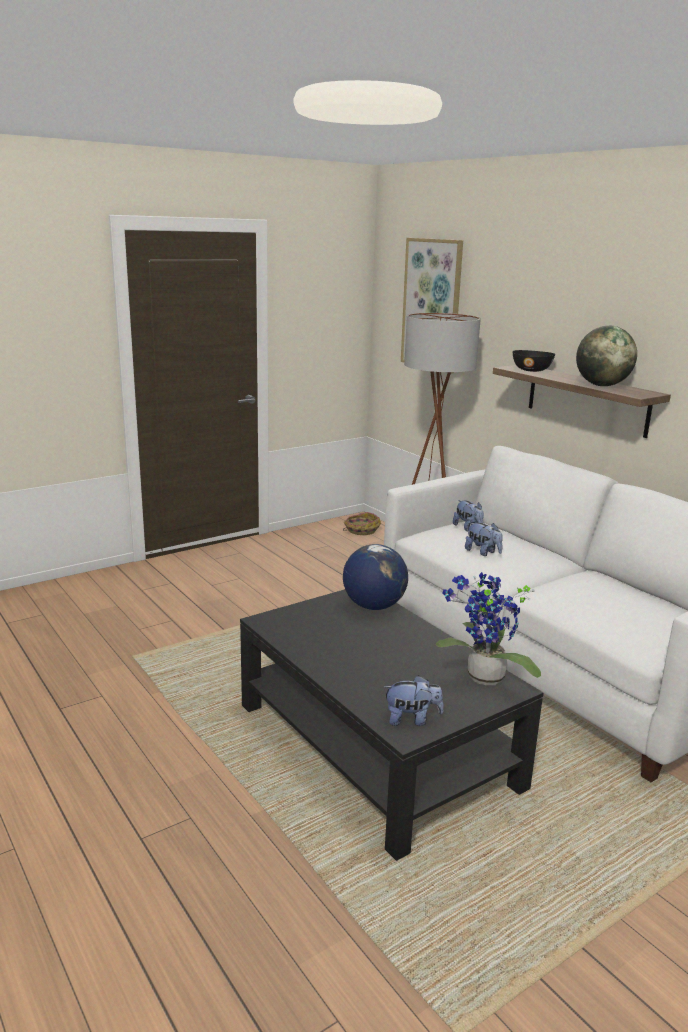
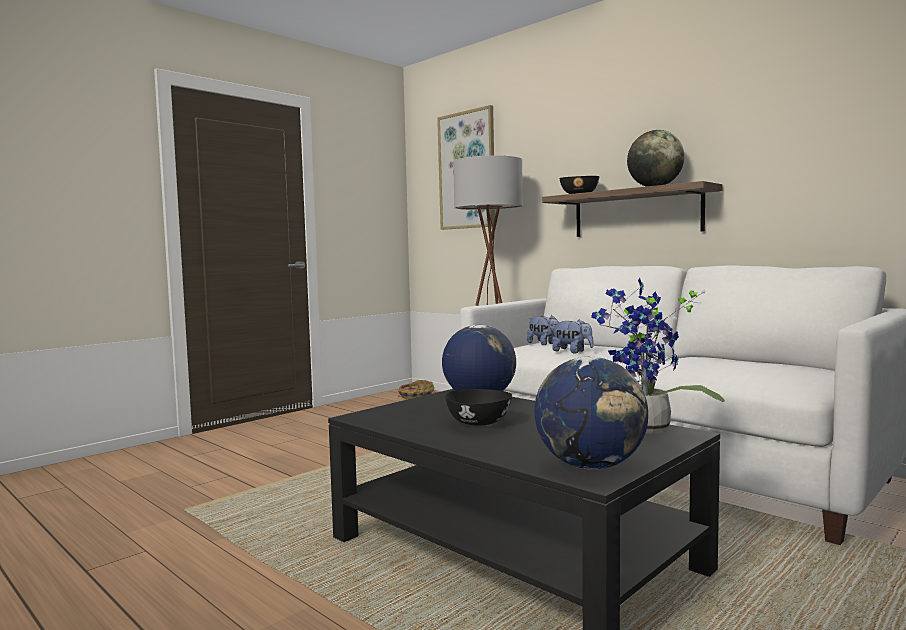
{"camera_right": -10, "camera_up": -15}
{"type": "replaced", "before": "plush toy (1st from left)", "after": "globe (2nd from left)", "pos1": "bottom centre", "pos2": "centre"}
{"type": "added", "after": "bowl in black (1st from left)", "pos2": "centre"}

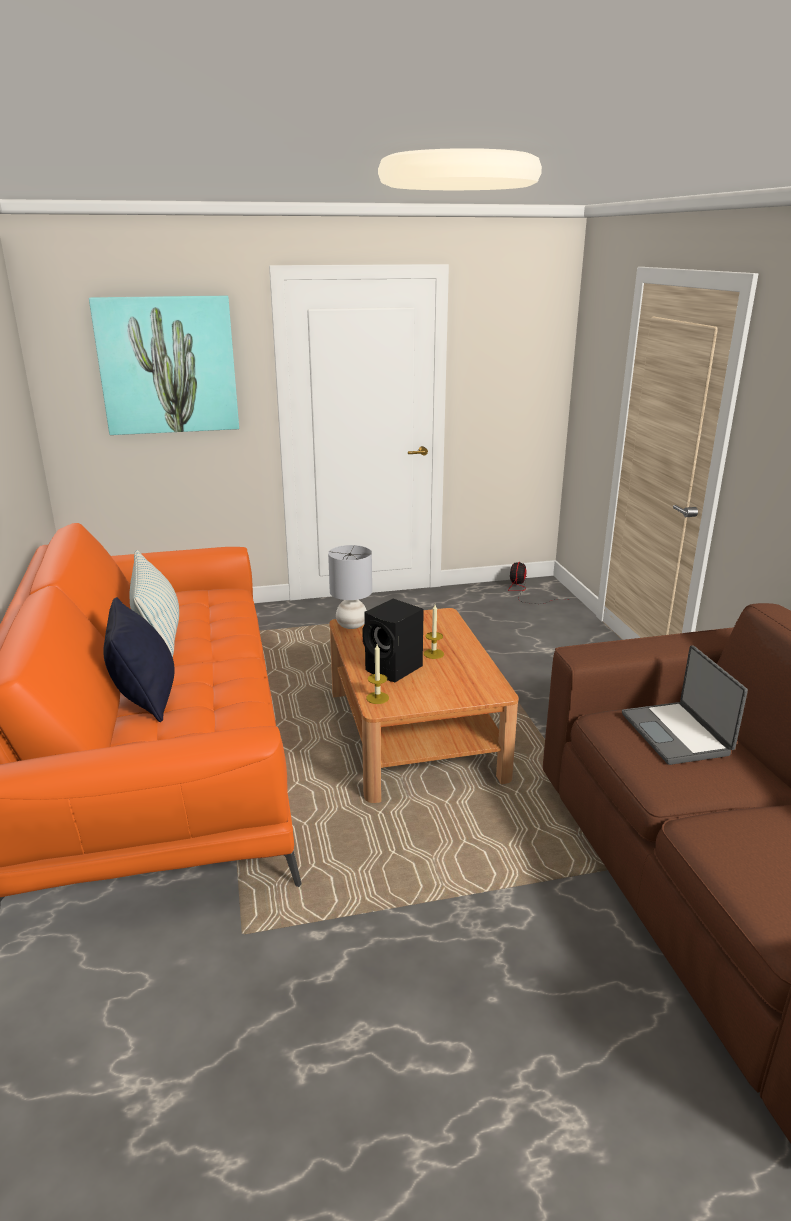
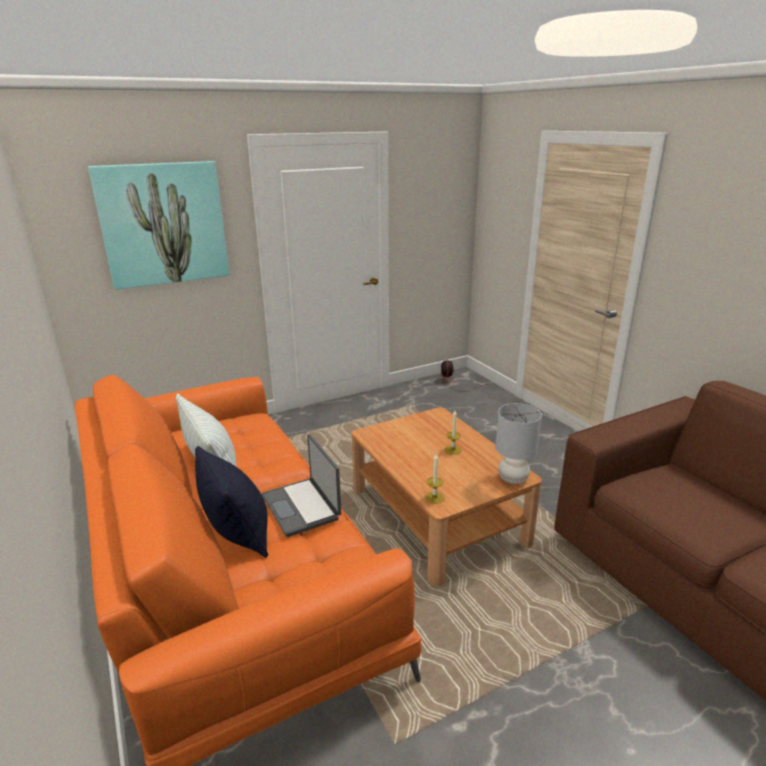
{"camera_right": -15, "camera_up": 0}
{"type": "moved", "before": "table lamp in grey", "pos1": "centre", "pos2": "middle right"}
{"type": "removed", "before": "speaker in black", "pos1": "centre"}
{"type": "moved", "before": "laptop", "pos1": "middle right", "pos2": "centre"}

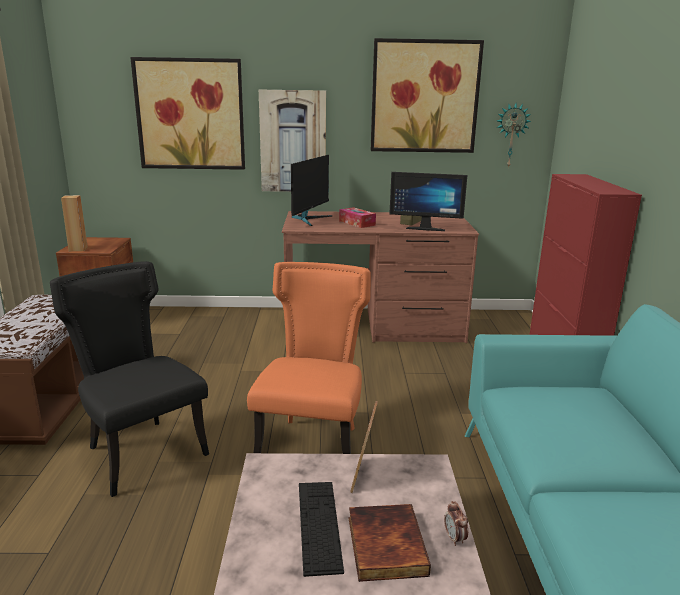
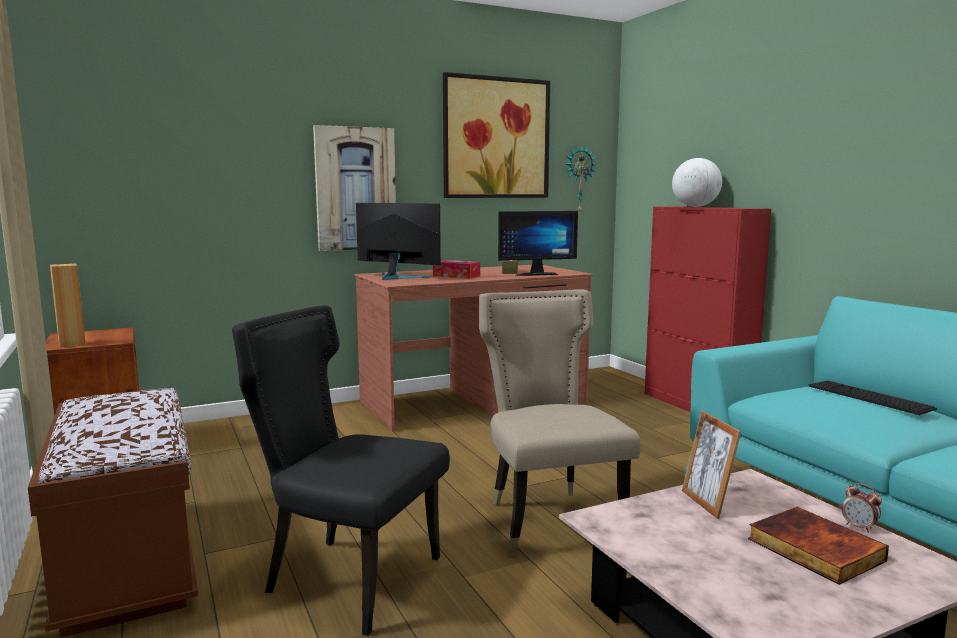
{"camera_right": -25, "camera_up": -10}
{"type": "removed", "before": "picture (1st from left)", "pos1": "top left"}
{"type": "recoloured", "before": "chair in orange", "after": "chair in beige", "pos1": "centre", "pos2": "centre"}
{"type": "turned", "before": "monitor (1st from left)", "pos1": "top centre", "pos2": "centre", "turn": -60}
{"type": "moved", "before": "keyboard", "pos1": "bottom centre", "pos2": "middle right"}
{"type": "added", "after": "globe", "pos2": "top right"}

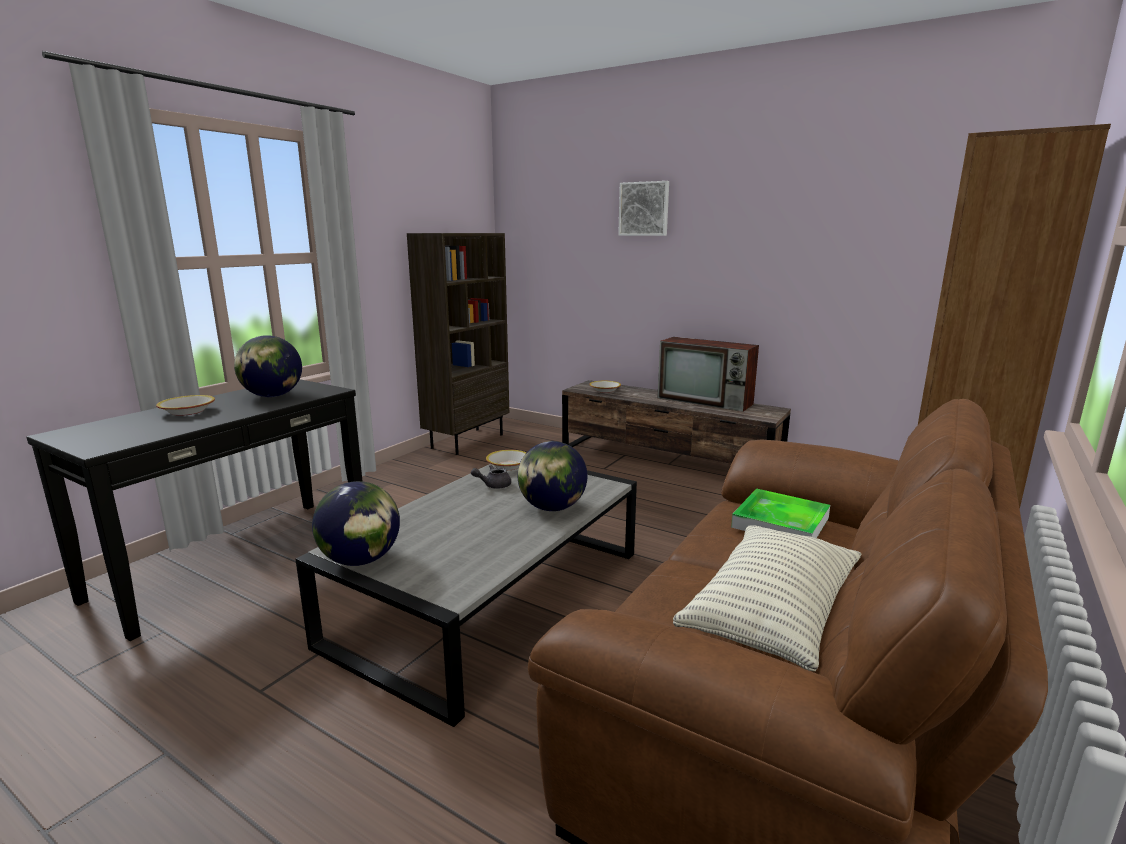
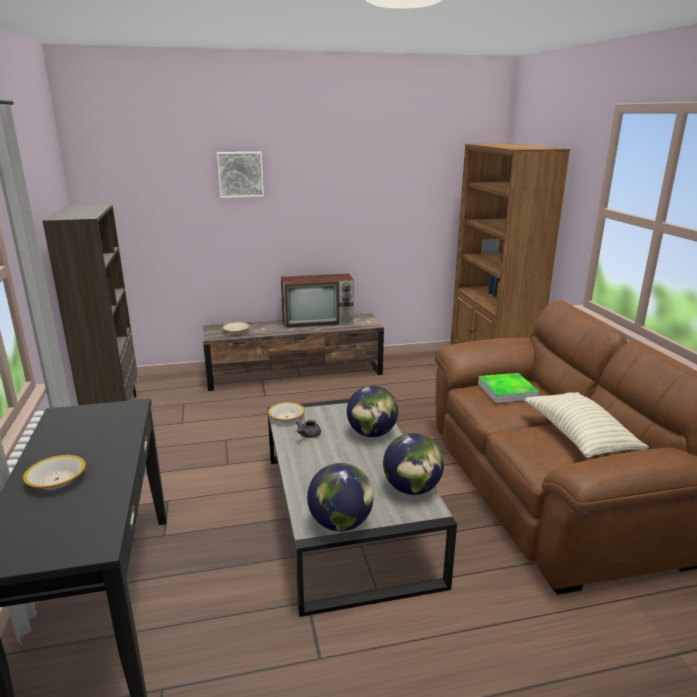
{"camera_right": -45, "camera_up": 5}
{"type": "moved", "before": "globe (1st from left in the first image)", "after": "globe (3rd from left)", "pos1": "middle left", "pos2": "centre"}

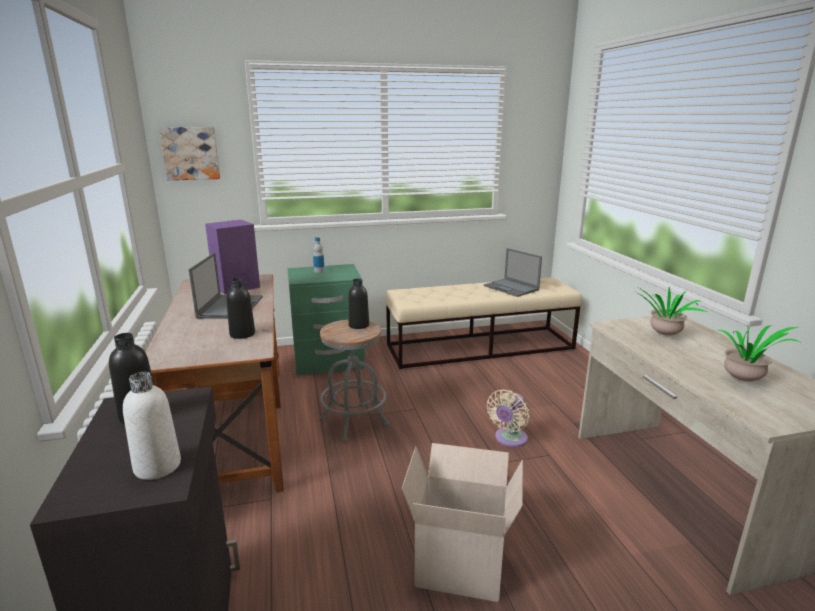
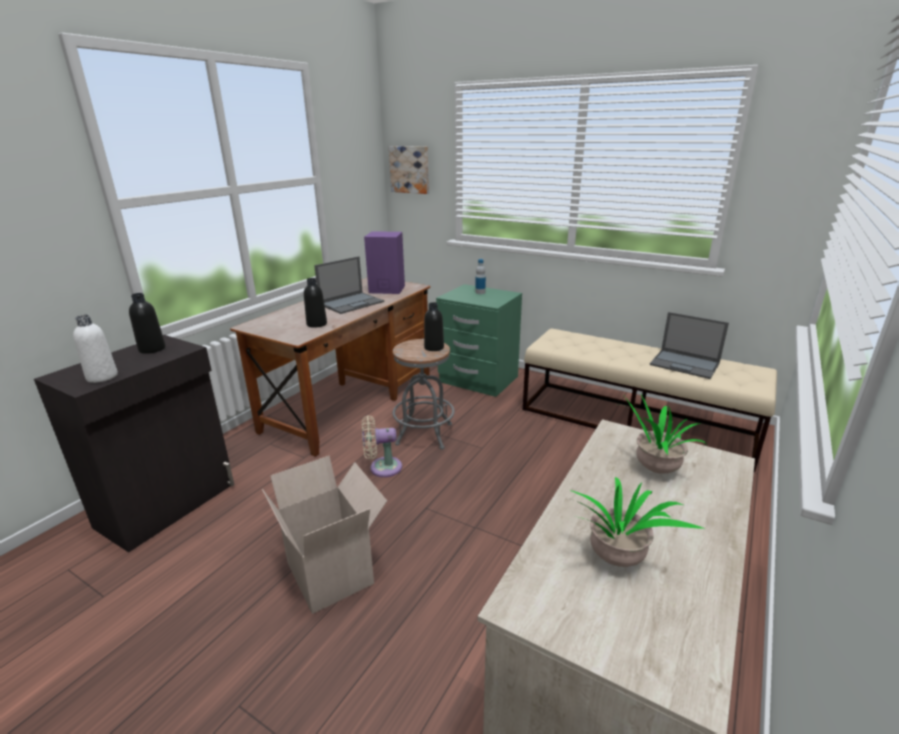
{"camera_right": 45, "camera_up": 5}
{"type": "turned", "before": "laptop (2nd from left)", "pos1": "centre", "pos2": "middle right", "turn": -60}
{"type": "moved", "before": "fan in beige", "pos1": "bottom centre", "pos2": "centre"}

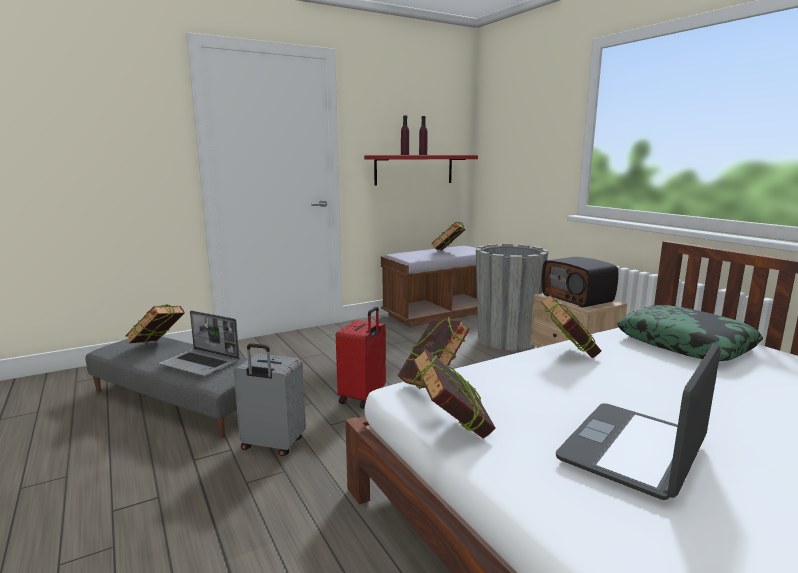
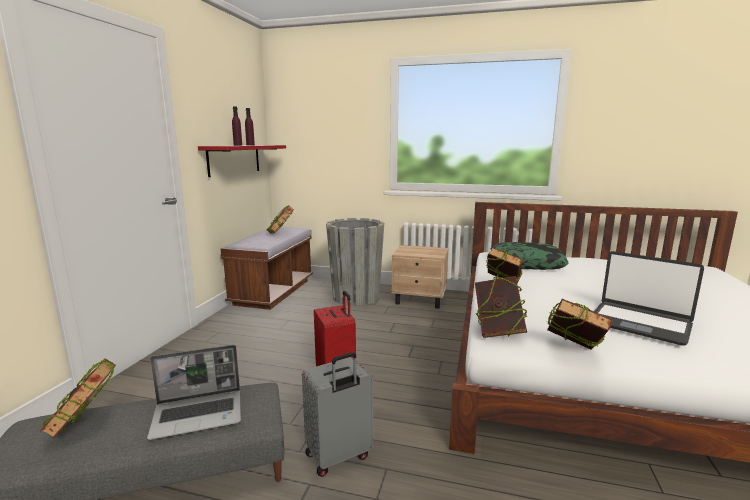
{"camera_right": -45, "camera_up": 0}
{"type": "removed", "before": "radio", "pos1": "middle right"}
{"type": "turned", "before": "laptop (2nd from left)", "pos1": "bottom right", "pos2": "middle right", "turn": -45}

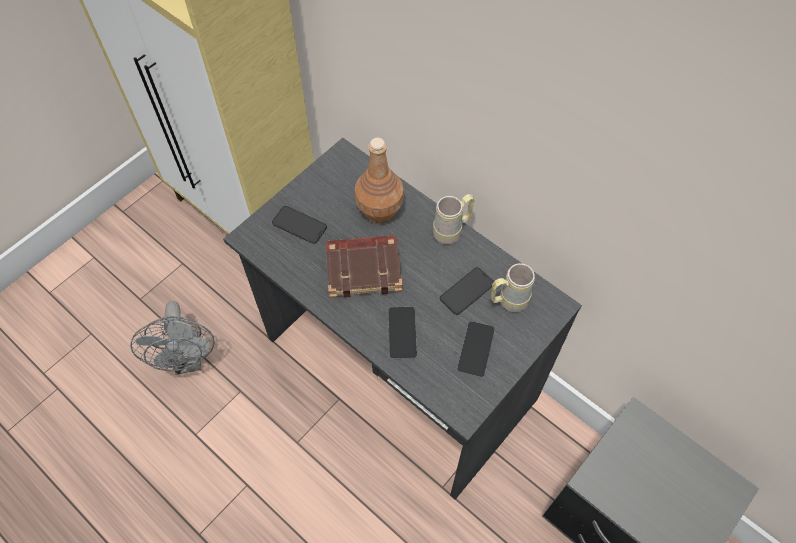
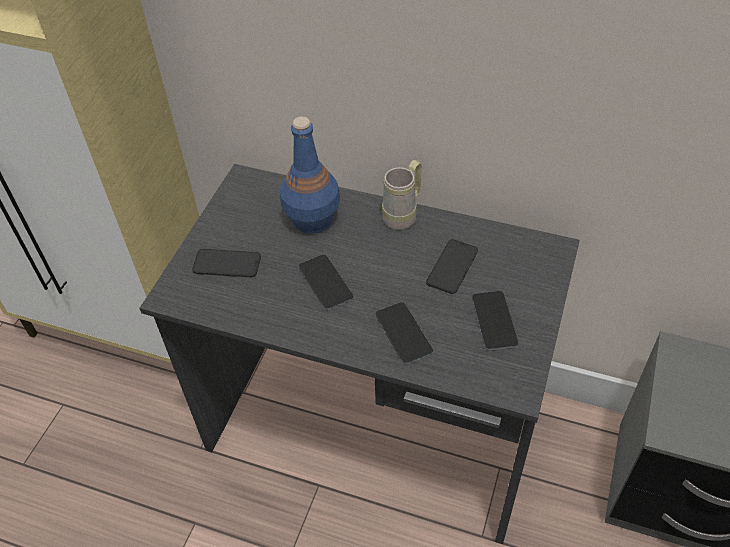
{"camera_right": -20, "camera_up": -10}
{"type": "removed", "before": "fan in grey", "pos1": "middle left"}
{"type": "replaced", "before": "book in brown", "after": "phone (2nd from left)", "pos1": "centre", "pos2": "centre"}
{"type": "recoloured", "before": "bottle in brown", "after": "bottle in blue", "pos1": "top centre", "pos2": "top centre"}
{"type": "removed", "before": "mug in beige (2nd from left)", "pos1": "centre"}

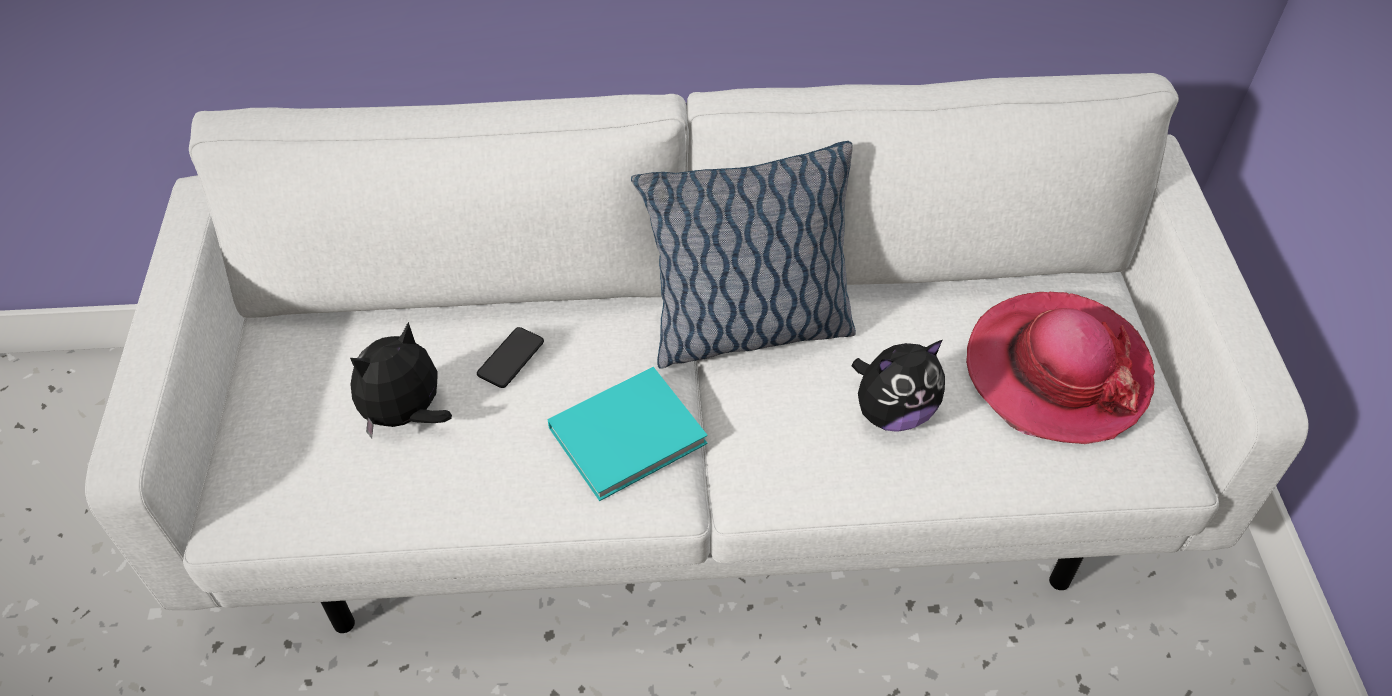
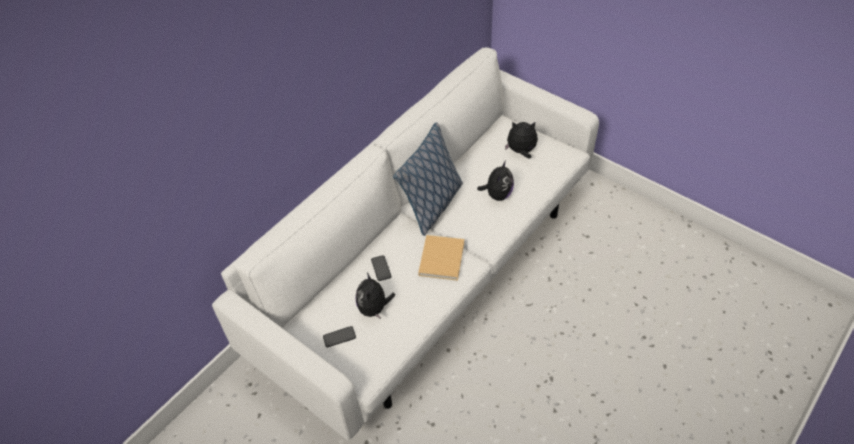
{"camera_right": -45, "camera_up": 0}
{"type": "recoloured", "before": "book in turquoise", "after": "book in beige", "pos1": "centre", "pos2": "centre"}
{"type": "replaced", "before": "hat", "after": "plush toy (3rd from left)", "pos1": "middle right", "pos2": "top centre"}
{"type": "added", "after": "phone (1st from left)", "pos2": "bottom centre"}

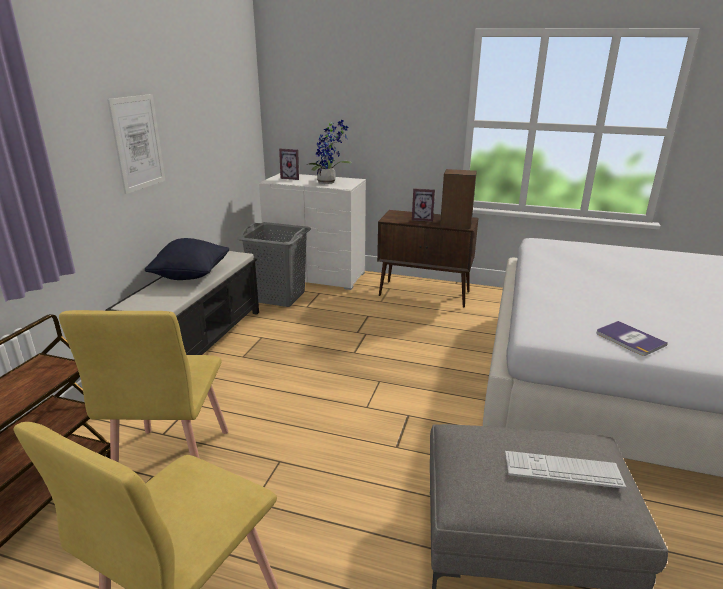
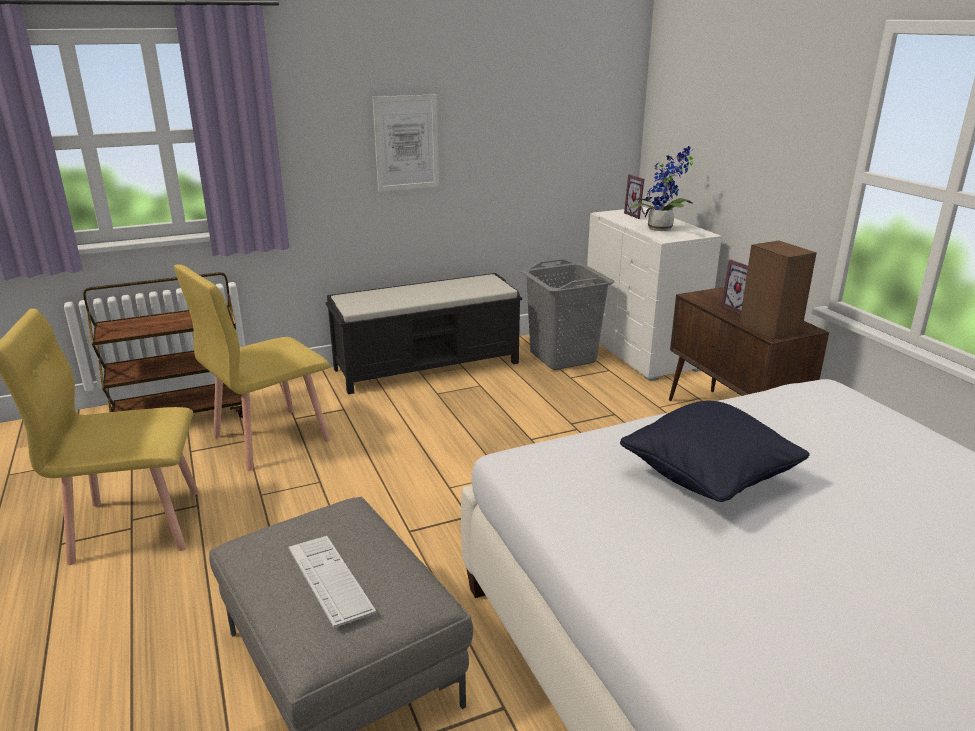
{"camera_right": 50, "camera_up": 0}
{"type": "moved", "before": "pillow in black", "pos1": "middle left", "pos2": "middle right"}
{"type": "removed", "before": "book", "pos1": "middle right"}

